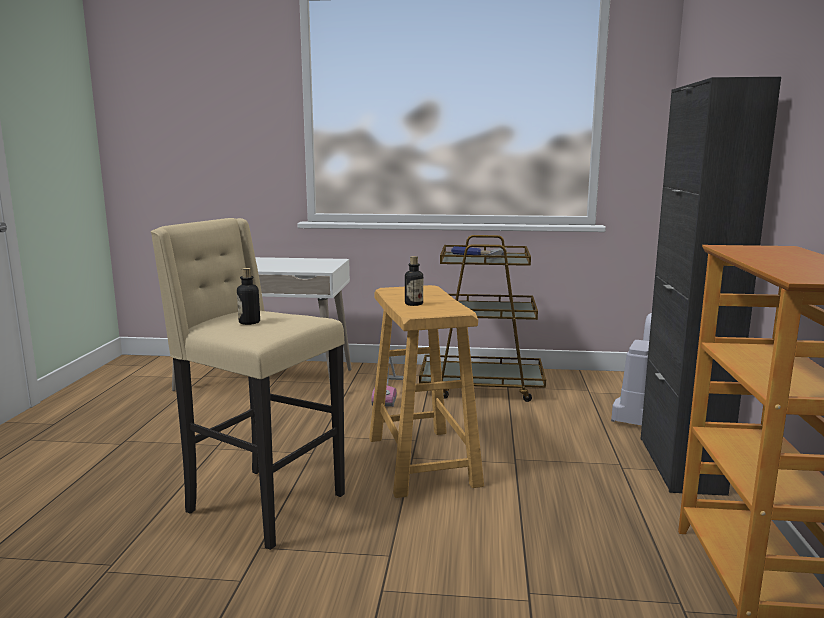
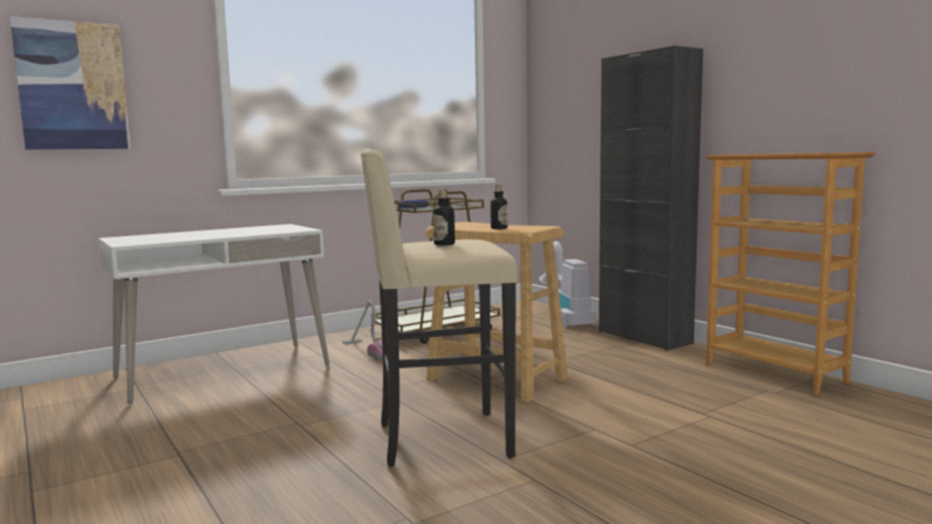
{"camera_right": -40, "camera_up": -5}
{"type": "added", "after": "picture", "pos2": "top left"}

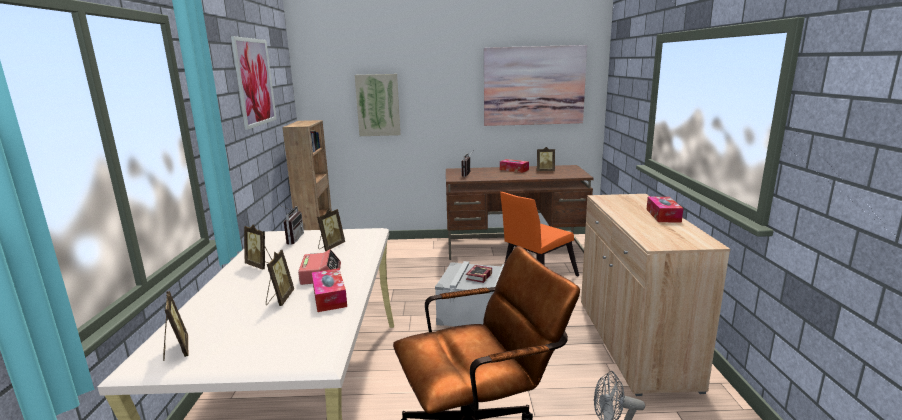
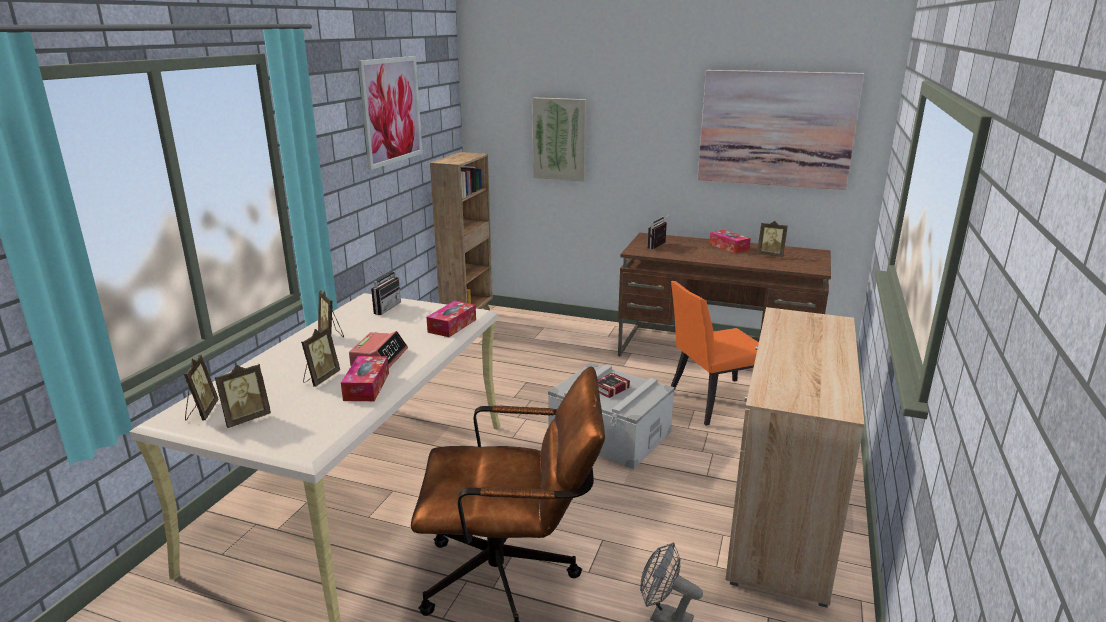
{"camera_right": 20, "camera_up": 5}
{"type": "moved", "before": "picture frame (4th from left in the first image)", "after": "picture frame (2nd from left)", "pos1": "centre", "pos2": "middle left"}
{"type": "moved", "before": "tissue box (3rd from left in the first image)", "after": "tissue box (2nd from left)", "pos1": "middle right", "pos2": "centre"}

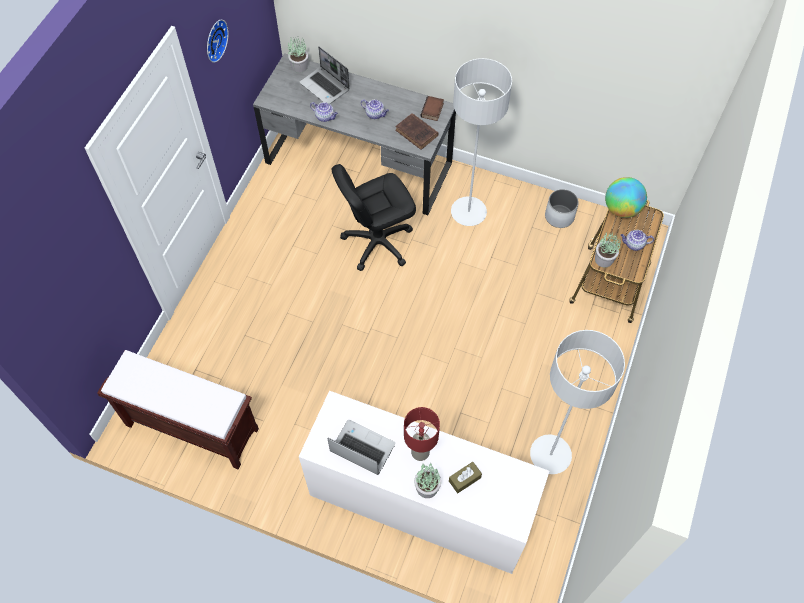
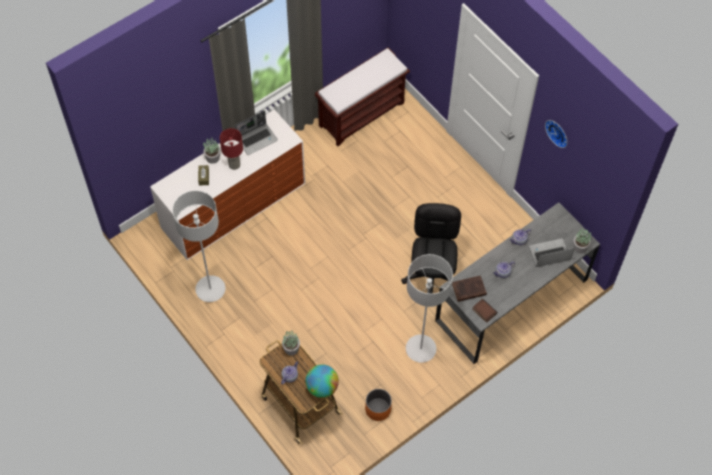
{"camera_right": 120, "camera_up": 0}
{"type": "recoloured", "before": "planter in white", "after": "planter in orange", "pos1": "middle right", "pos2": "bottom centre"}

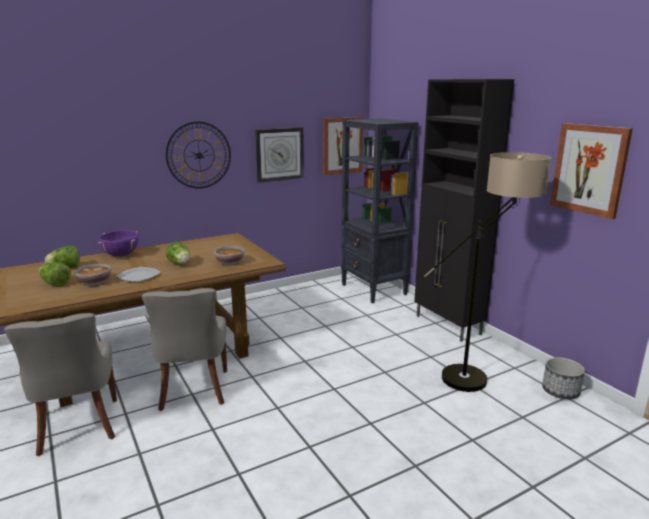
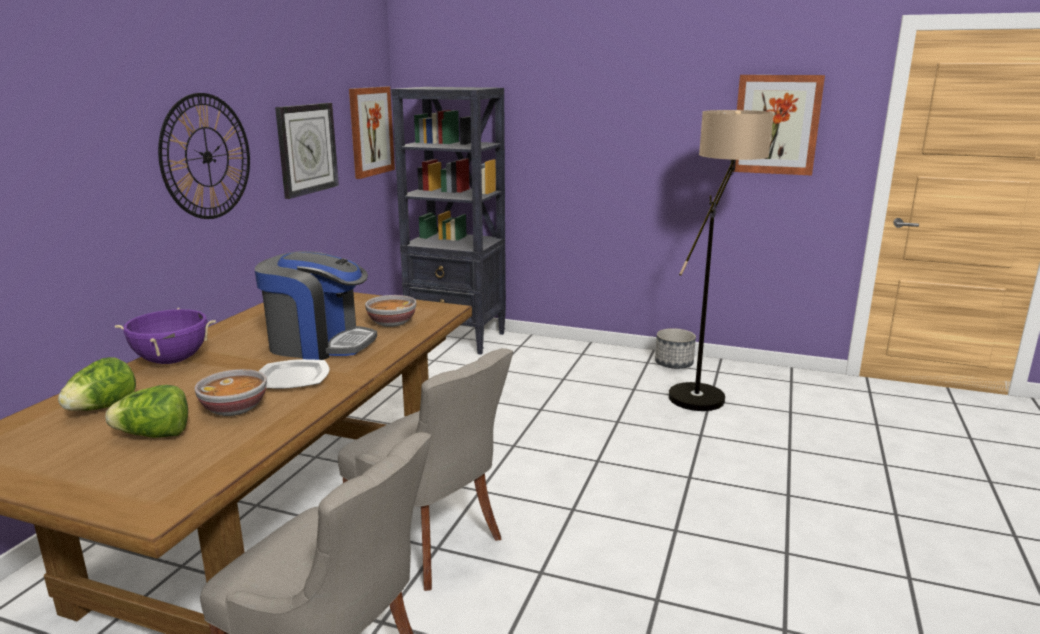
{"camera_right": -40, "camera_up": 0}
{"type": "replaced", "before": "lettuce (3rd from left)", "after": "coffee machine", "pos1": "middle left", "pos2": "middle left"}
{"type": "removed", "before": "cabinet in black", "pos1": "middle right"}
{"type": "moved", "before": "planter", "pos1": "bottom right", "pos2": "centre"}

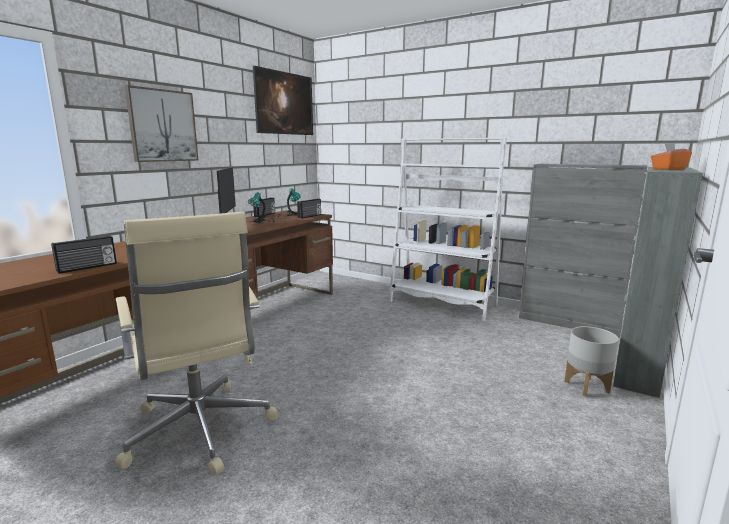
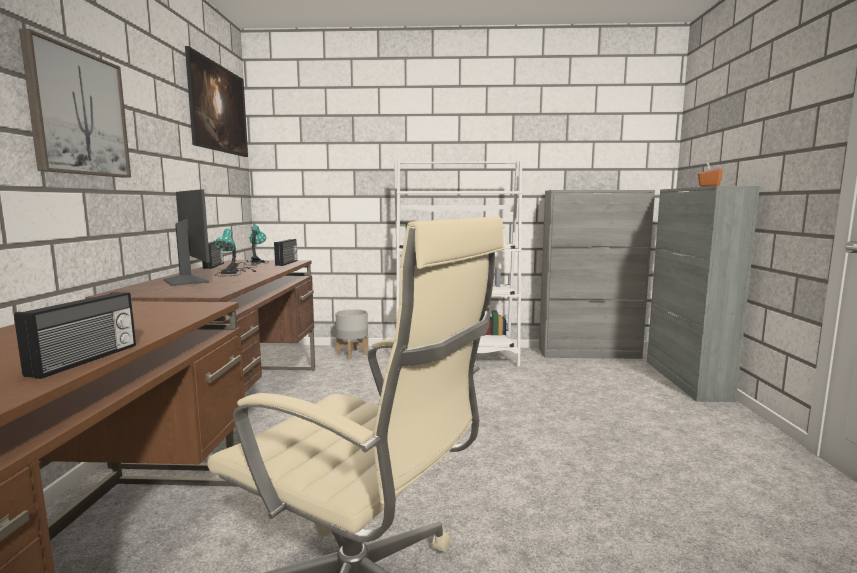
{"camera_right": -30, "camera_up": -5}
{"type": "moved", "before": "planter in grey", "pos1": "bottom right", "pos2": "centre"}

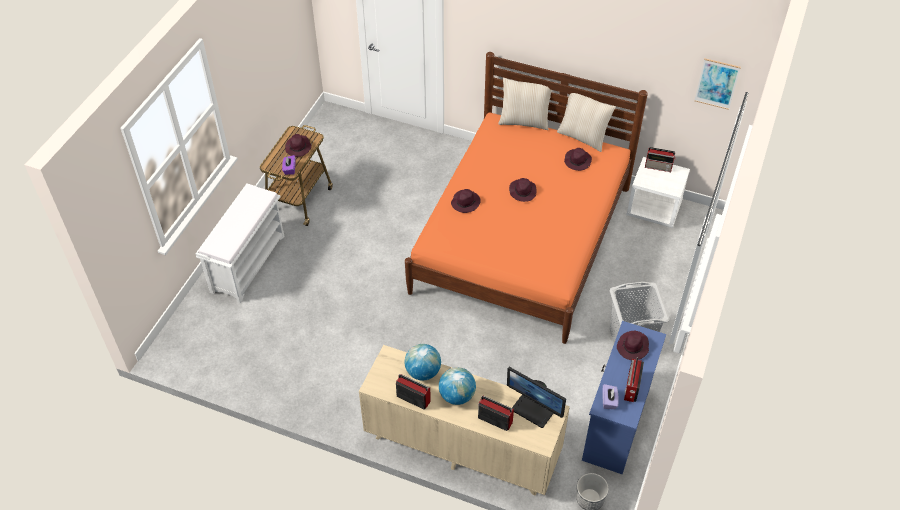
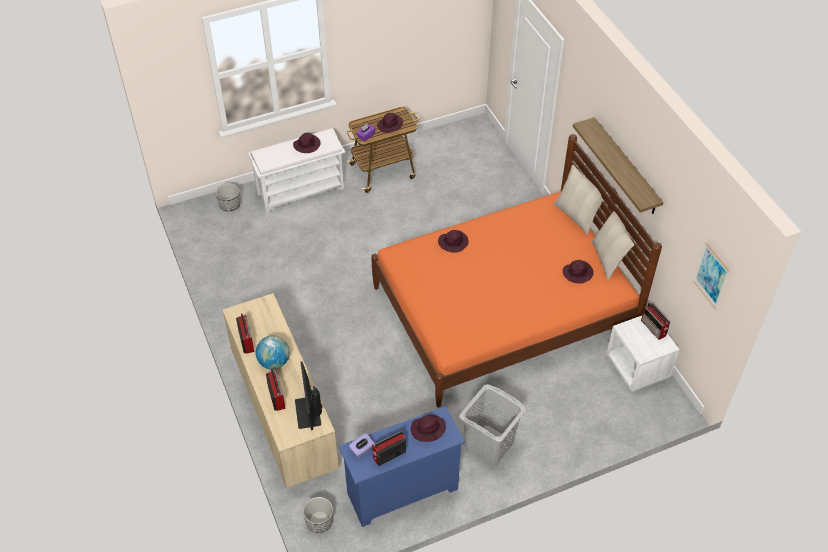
{"camera_right": 45, "camera_up": 0}
{"type": "removed", "before": "globe (1st from left)", "pos1": "bottom centre"}
{"type": "moved", "before": "hat in purple (3rd from left in the first image)", "after": "hat in purple (1st from left)", "pos1": "centre", "pos2": "top centre"}
{"type": "added", "after": "planter (1st from left)", "pos2": "middle left"}
{"type": "added", "after": "shelf", "pos2": "top right"}

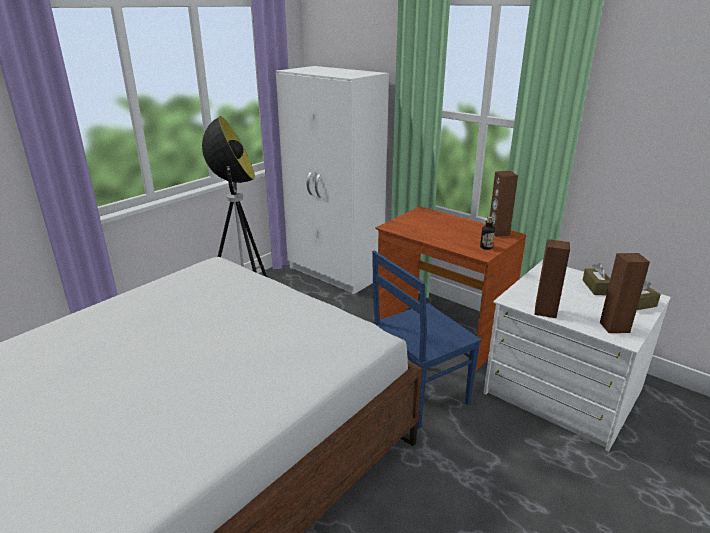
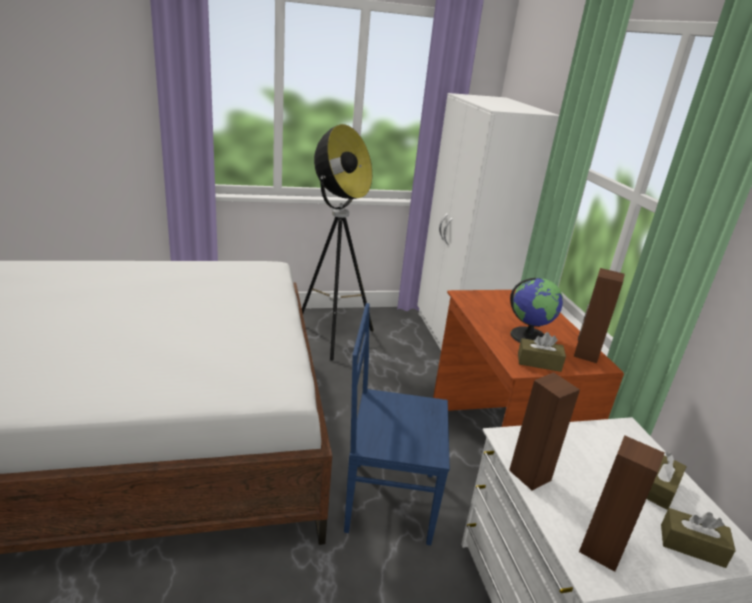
{"camera_right": 35, "camera_up": 0}
{"type": "replaced", "before": "bottle", "after": "tissue box in brown (1st from left)", "pos1": "middle right", "pos2": "middle right"}
{"type": "added", "after": "globe", "pos2": "middle right"}

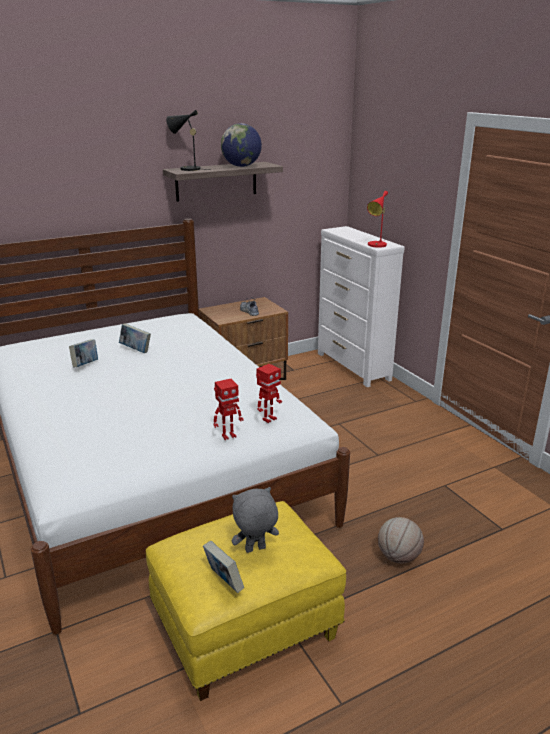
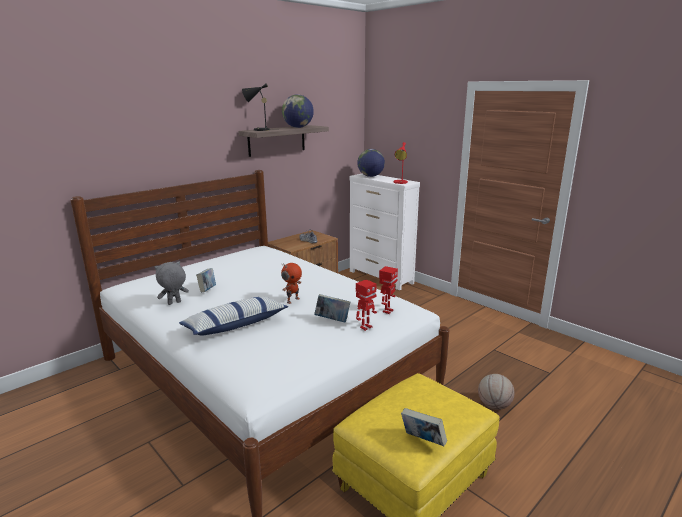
{"camera_right": -15, "camera_up": -5}
{"type": "moved", "before": "book (2nd from left)", "pos1": "middle left", "pos2": "centre"}
{"type": "moved", "before": "plush toy in grey", "pos1": "bottom centre", "pos2": "middle left"}
{"type": "added", "after": "pillow", "pos2": "centre"}
{"type": "added", "after": "toy robot (1st from left)", "pos2": "centre"}
{"type": "added", "after": "globe (2nd from left)", "pos2": "top centre"}

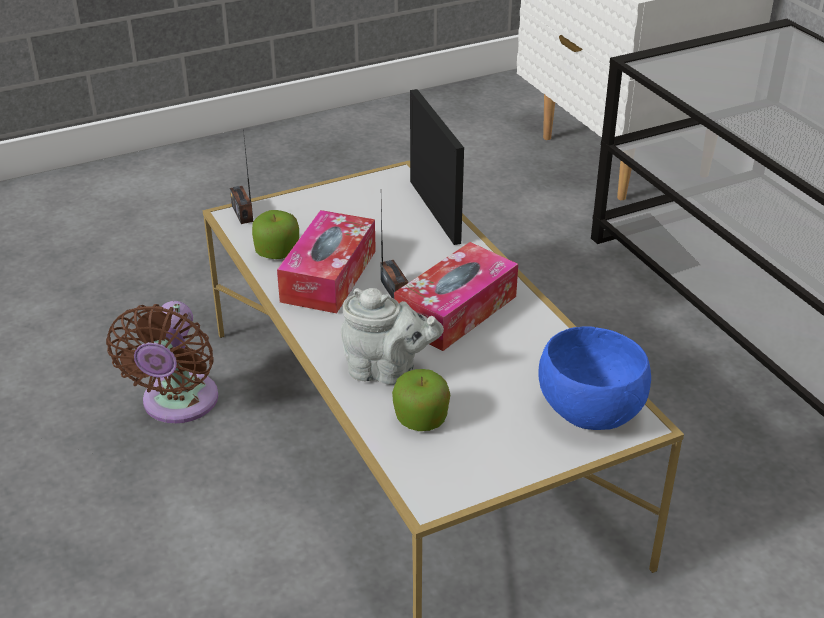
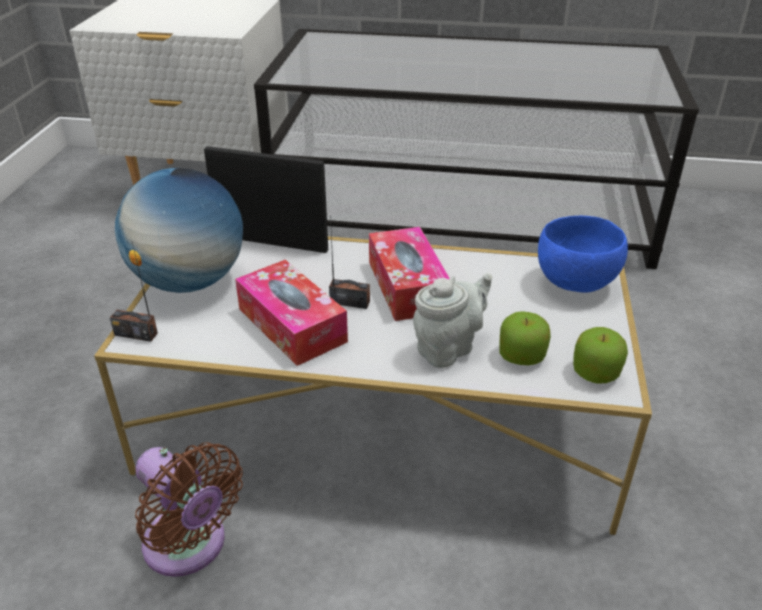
{"camera_right": -55, "camera_up": 0}
{"type": "moved", "before": "apple (1st from left in the first image)", "after": "apple (2nd from left)", "pos1": "centre", "pos2": "middle right"}
{"type": "added", "after": "globe", "pos2": "middle left"}

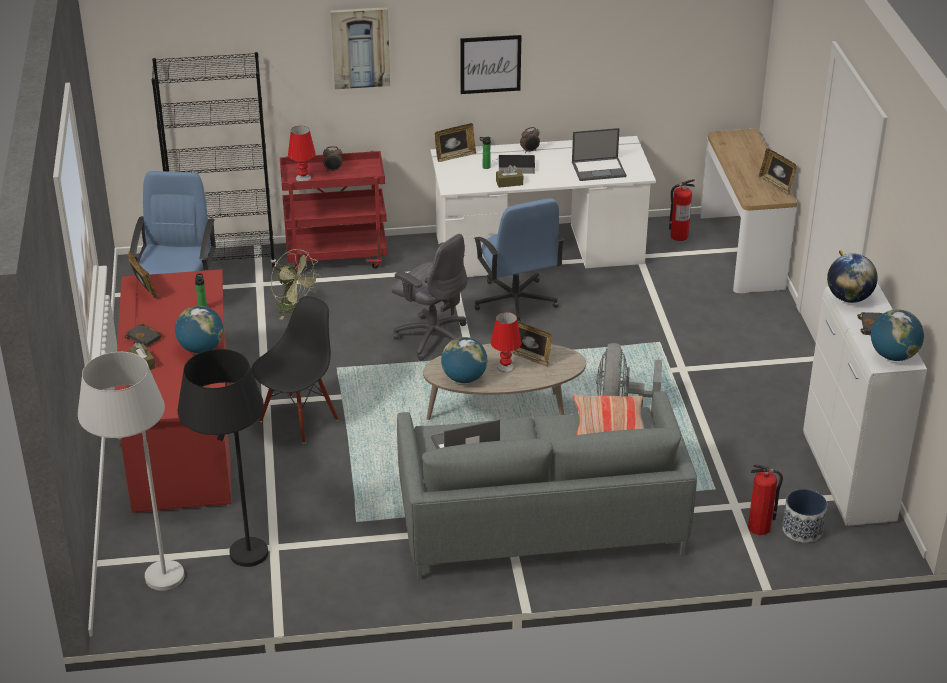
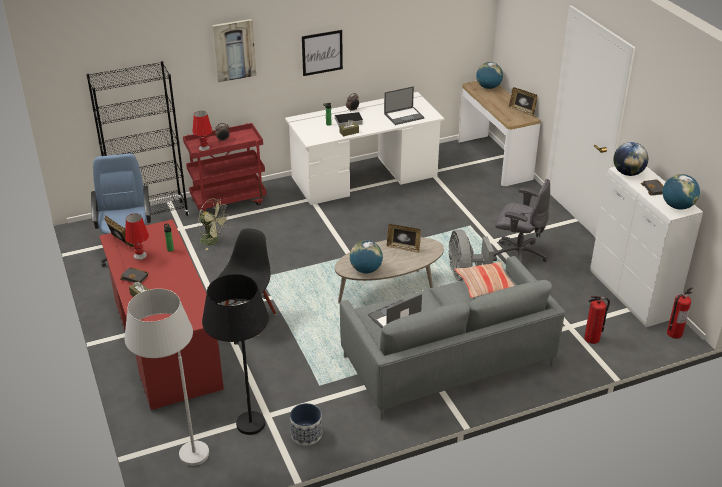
{"camera_right": -15, "camera_up": 0}
{"type": "moved", "before": "globe (1st from left in the first image)", "after": "globe (2nd from left)", "pos1": "middle left", "pos2": "top right"}
{"type": "moved", "before": "office chair in grey", "pos1": "centre", "pos2": "middle right"}
{"type": "removed", "before": "picture frame (2nd from left)", "pos1": "top centre"}
{"type": "removed", "before": "office chair in blue (2nd from left)", "pos1": "centre"}
{"type": "moved", "before": "table lamp in red (2nd from left in the first image)", "after": "table lamp in red (1st from left)", "pos1": "centre", "pos2": "middle left"}
{"type": "moved", "before": "fire extinguisher (1st from left in the first image)", "after": "fire extinguisher (2nd from left)", "pos1": "top right", "pos2": "middle right"}
{"type": "moved", "before": "planter", "pos1": "bottom right", "pos2": "bottom centre"}

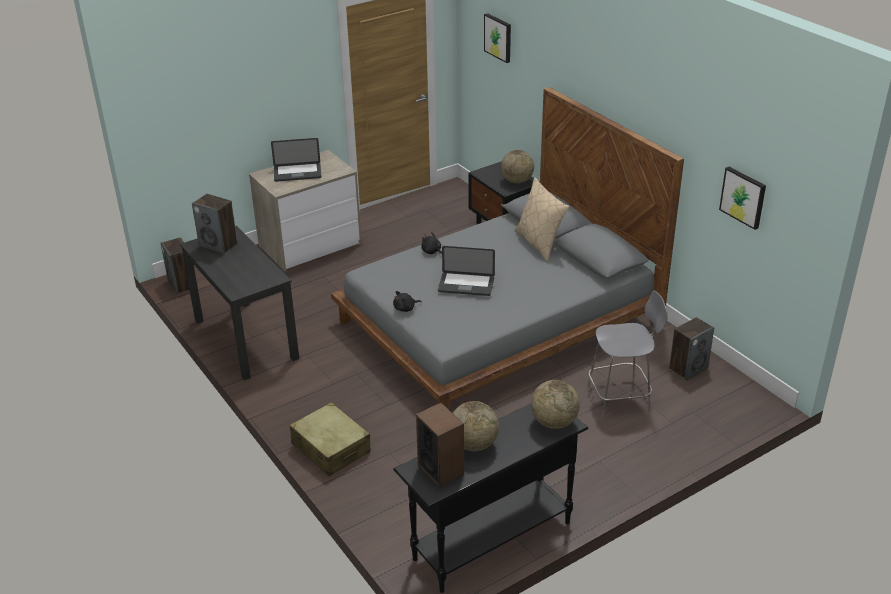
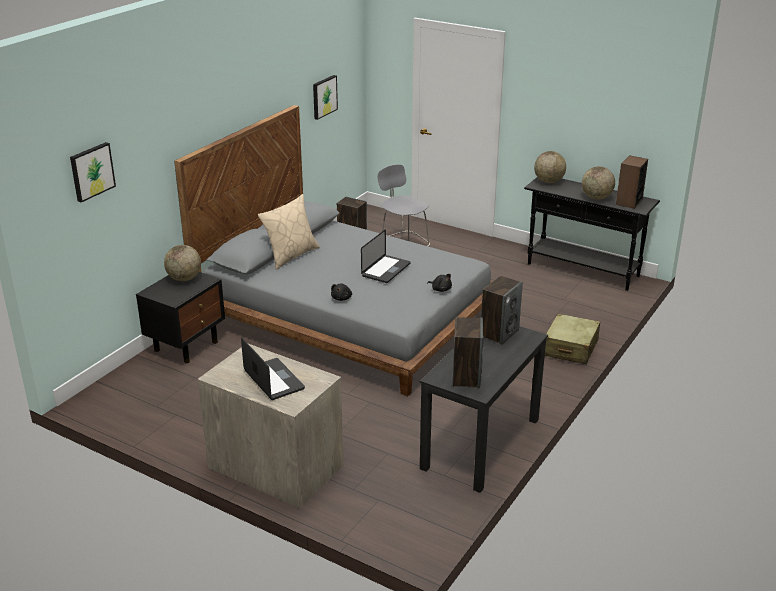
{"camera_right": -115, "camera_up": -5}
{"type": "moved", "before": "speaker (1st from left in the first image)", "after": "speaker (3rd from left)", "pos1": "middle left", "pos2": "centre"}
{"type": "turned", "before": "laptop (2nd from left)", "pos1": "centre", "pos2": "centre", "turn": 45}

